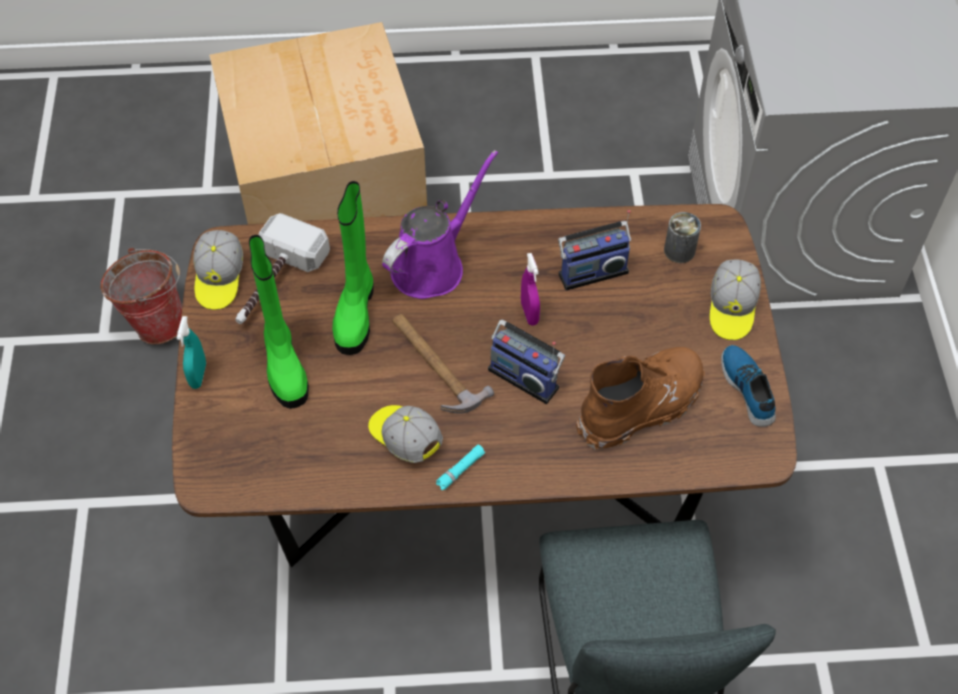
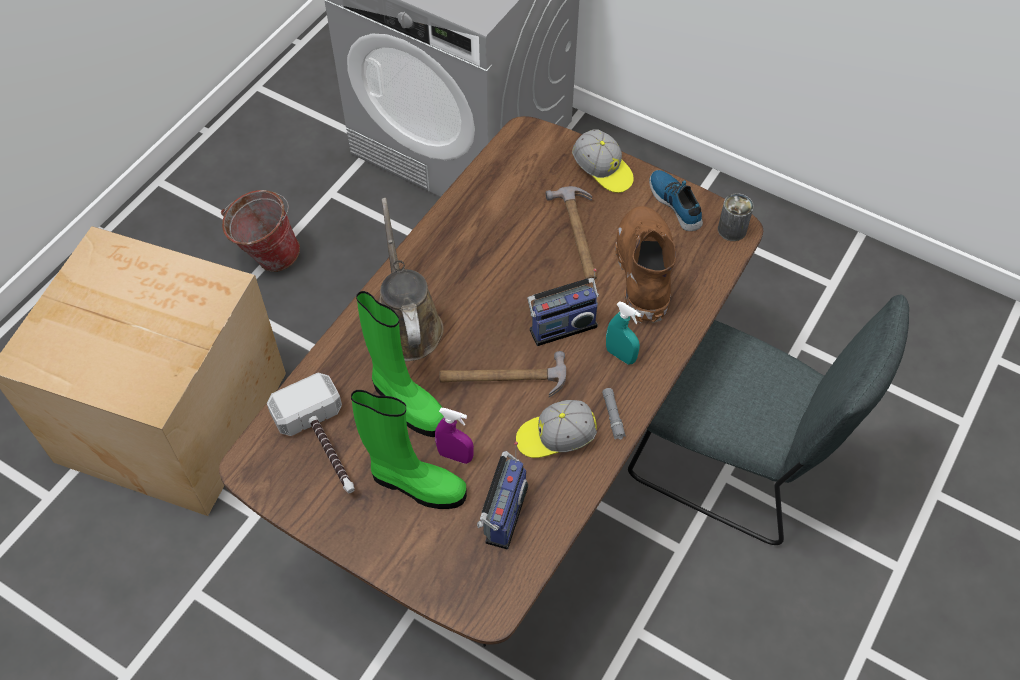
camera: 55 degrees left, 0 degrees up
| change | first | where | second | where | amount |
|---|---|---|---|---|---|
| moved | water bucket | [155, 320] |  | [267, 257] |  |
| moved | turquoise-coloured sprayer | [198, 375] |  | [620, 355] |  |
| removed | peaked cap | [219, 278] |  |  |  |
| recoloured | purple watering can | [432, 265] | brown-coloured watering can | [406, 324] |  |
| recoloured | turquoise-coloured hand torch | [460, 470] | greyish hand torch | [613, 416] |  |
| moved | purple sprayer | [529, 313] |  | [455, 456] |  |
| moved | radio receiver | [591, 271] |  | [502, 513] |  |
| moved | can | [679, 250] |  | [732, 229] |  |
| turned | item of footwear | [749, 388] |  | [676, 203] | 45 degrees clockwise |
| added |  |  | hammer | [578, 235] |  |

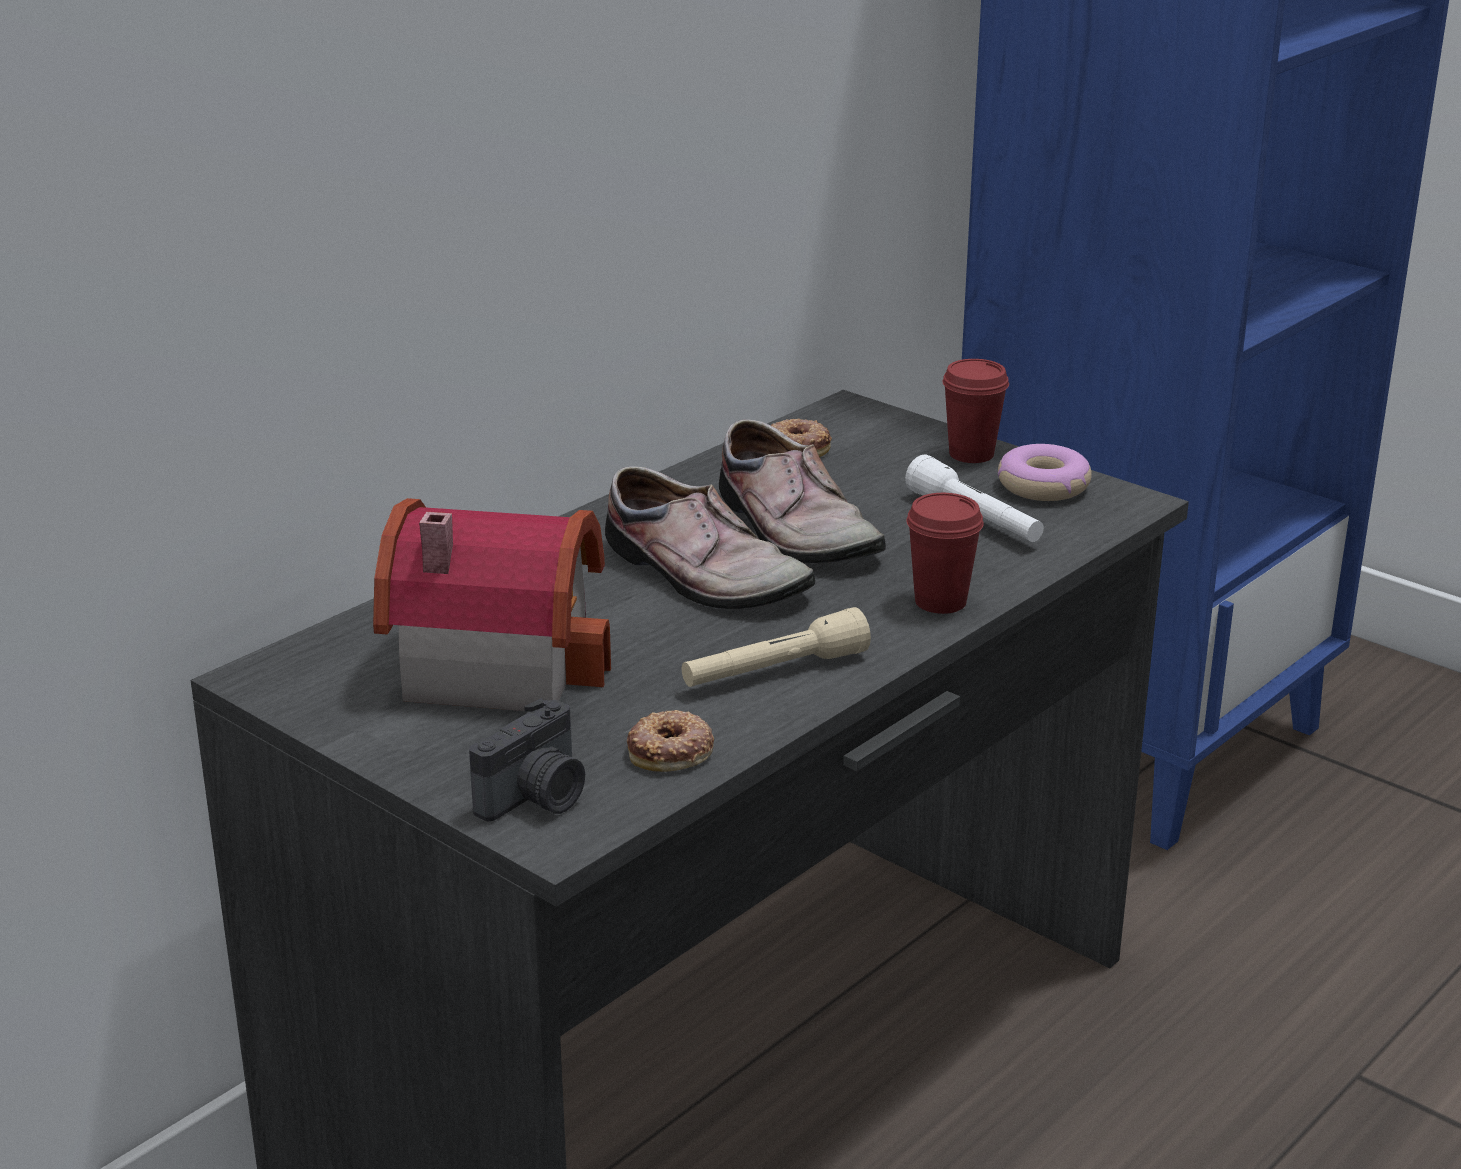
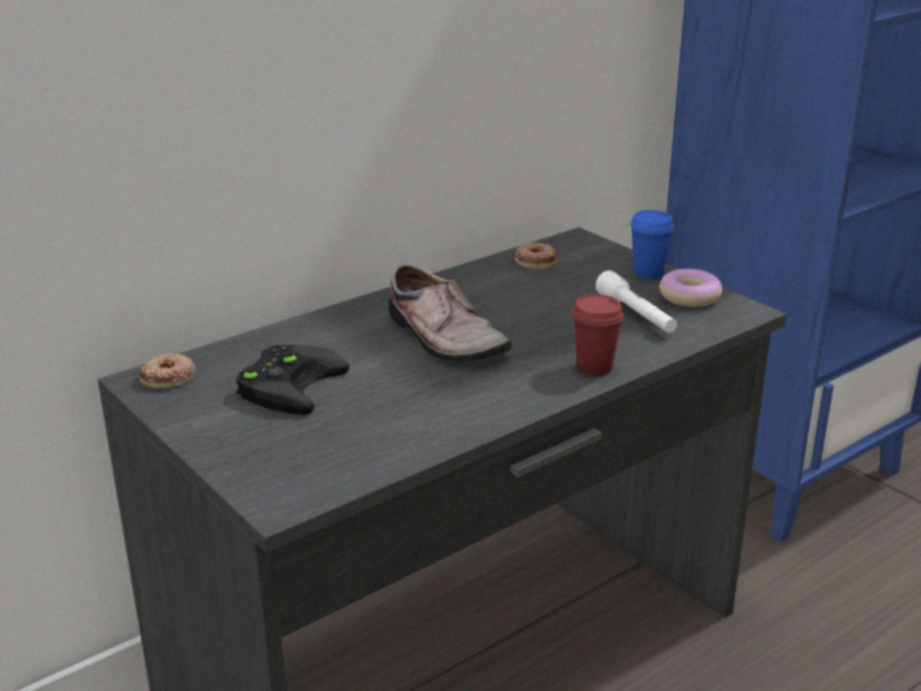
camera: 10 degrees right, 0 degrees up
| change | first | where | second | where | amount |
|---|---|---|---|---|---|
| replaced | toy house | [495, 662] | blackish gamepad | [288, 383] |  |
| removed | still camera | [537, 798] |  |  |  |
| moved | doughnut | [671, 751] |  | [169, 377] |  |
| removed | sand-coloured hand torch | [774, 671] |  |  |  |
| removed | item of footwear | [790, 530] |  |  |  |
| recoloured | red-coloured small cup | [971, 454] | blue small cup | [648, 273] |  |

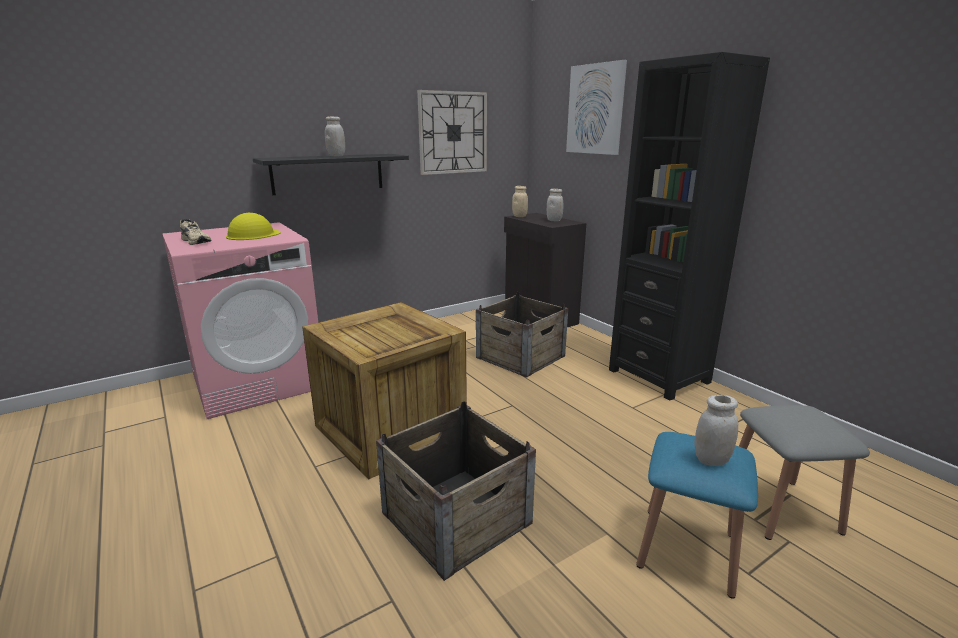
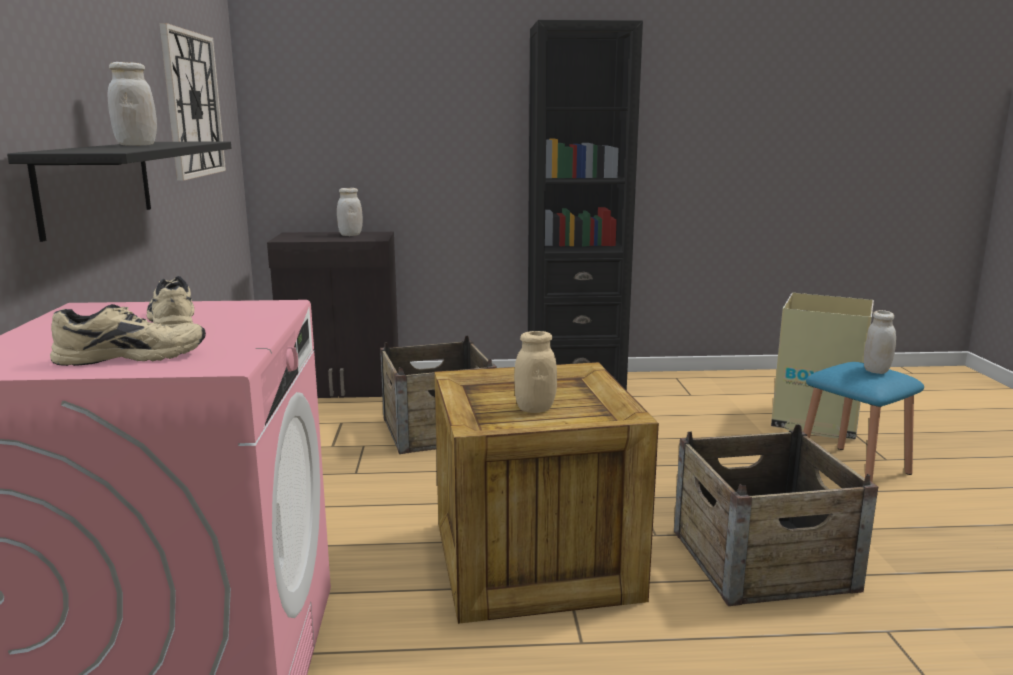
camera: 60 degrees left, 5 degrees down
| change | first | where | second | where | amount |
|---|---|---|---|---|---|
| replaced | yellow-coloured work helmet | [253, 235] | sand-coloured item of footwear | [170, 321] |  |
| moved | sand-coloured jar | [519, 216] |  | [535, 408] |  |
| removed | picture | [596, 109] |  |  |  |
| replaced | greyish sitting stool | [781, 508] | cardboard box | [815, 421] |  |

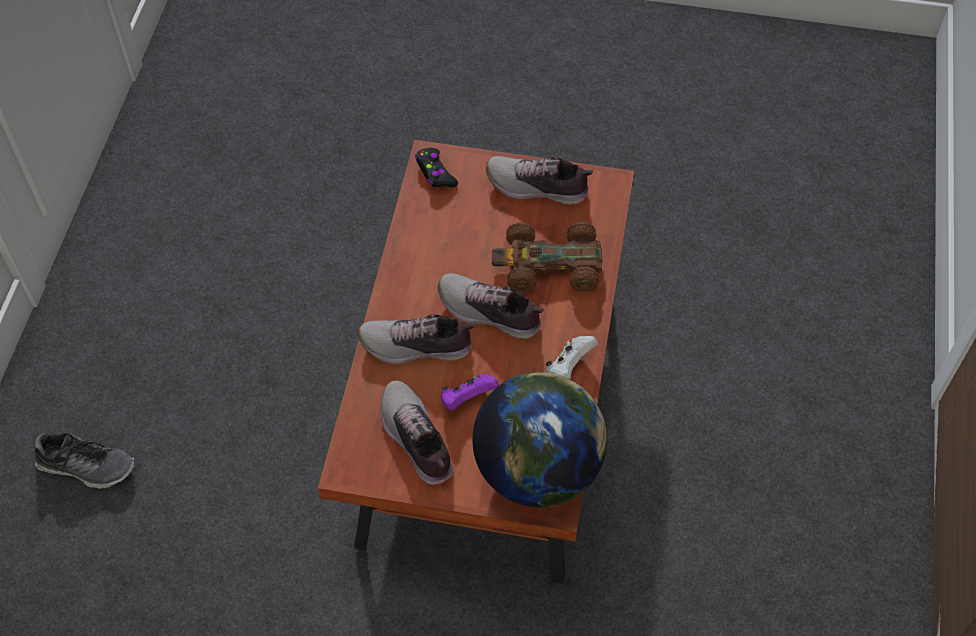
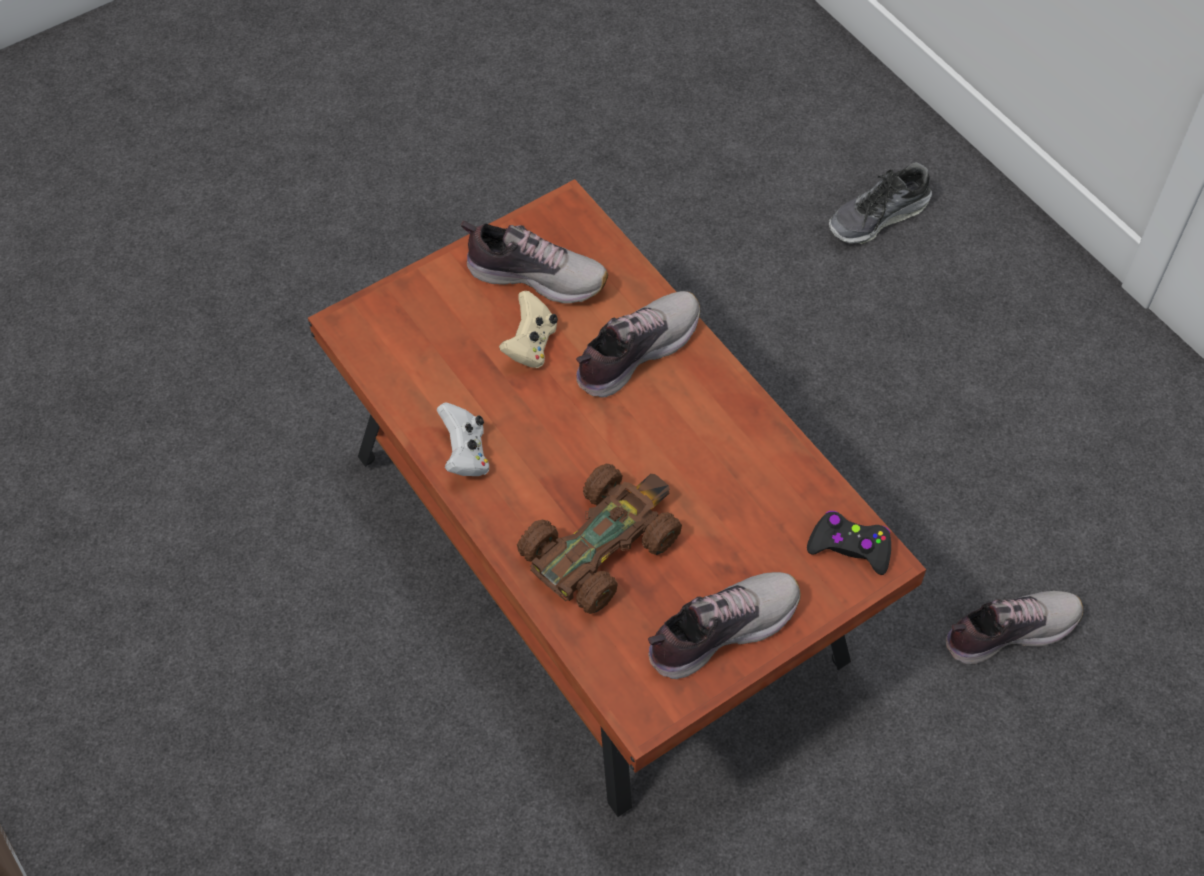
camera: 135 degrees right, 0 degrees up
| change | first | where | second | where | amount |
|---|---|---|---|---|---|
| moved | item of footwear | [489, 313] |  | [1008, 631] |  |
| recoloured | purple gamepad | [467, 399] | sand-coloured gamepad | [530, 345] |  |
| removed | world globe | [538, 468] |  |  |  |

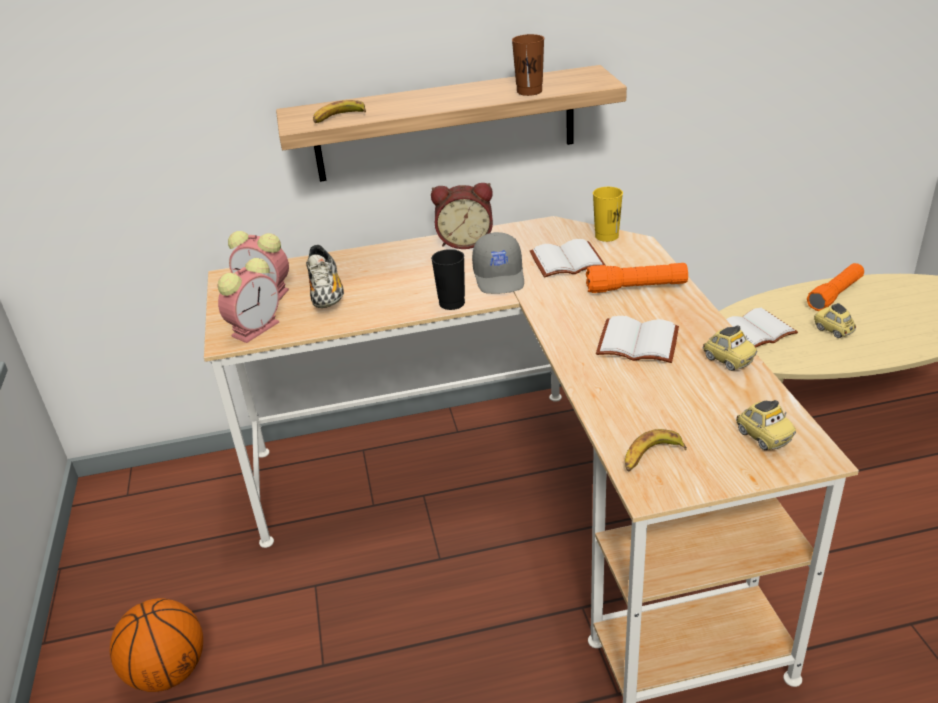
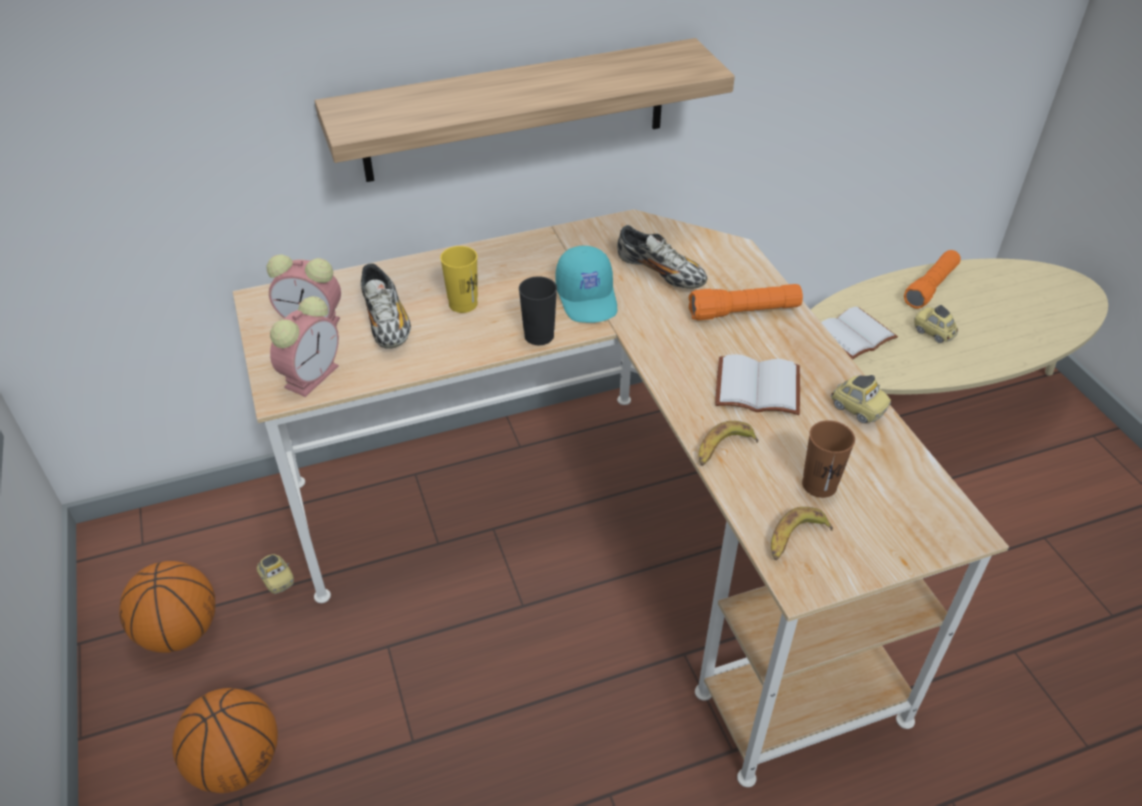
camera: 10 degrees left, 10 degrees up
| change | first | where | second | where | amount |
|---|---|---|---|---|---|
| moved | banana | [339, 118] |  | [723, 449] |  |
| removed | bedside clock | [465, 241] |  |  |  |
| recoloured | greyish peaked cap | [500, 277] | turquoise-coloured peaked cap | [588, 298] |  |
| moved | brown-coloured small cup | [529, 91] |  | [819, 485] |  |
| replaced | whitish volume | [567, 260] | item of footwear | [661, 273] |  |
| moved | yellow-coloured small cup | [606, 236] |  | [463, 304] |  |
| moved | toy car | [763, 437] |  | [277, 580] |  |
| added |  |  | ball for basketball | [180, 631] |  |

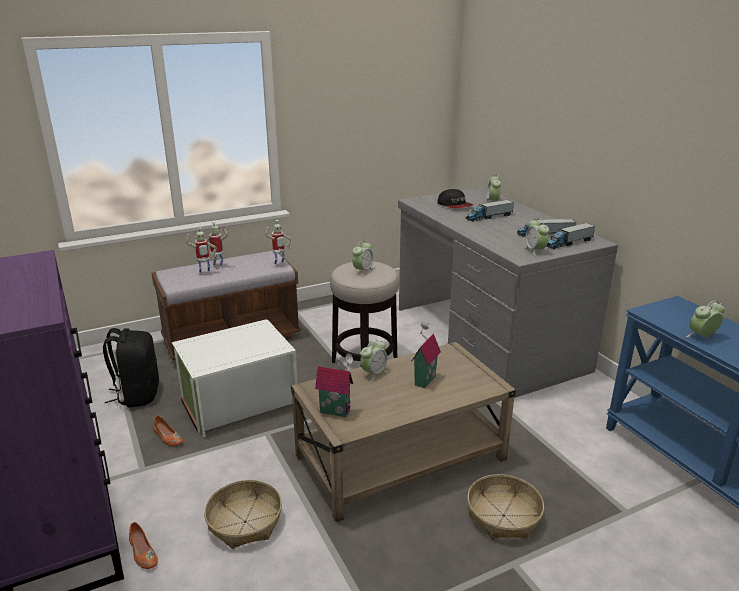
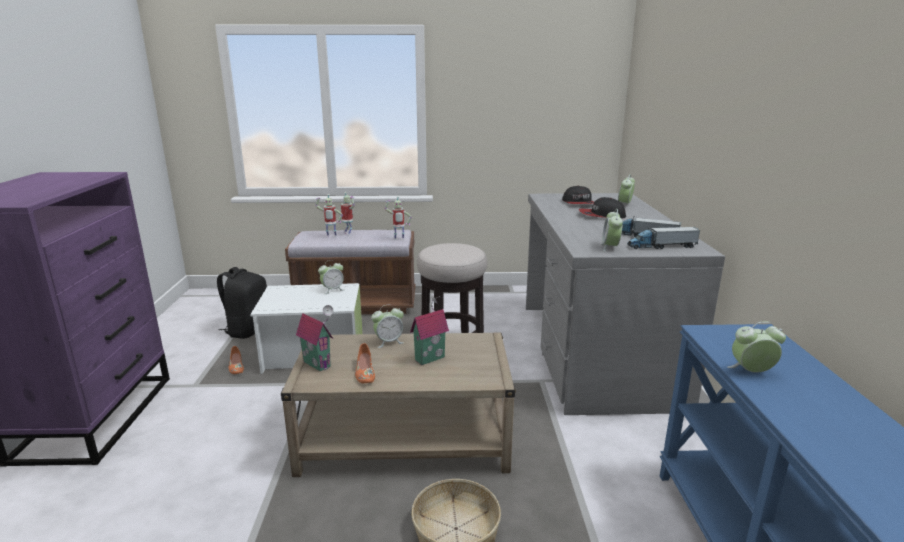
camera: 25 degrees right, 5 degrees down
| change | first | where | second | where | amount |
|---|---|---|---|---|---|
| moved | orange-coloured item of footwear | [142, 553] |  | [364, 372] |  |
| removed | household basket | [245, 521] |  |  |  |
| moved | bedside clock | [362, 271] |  | [332, 290] |  |
| replaced | toy truck | [489, 217] | peaked cap | [601, 215] |  |

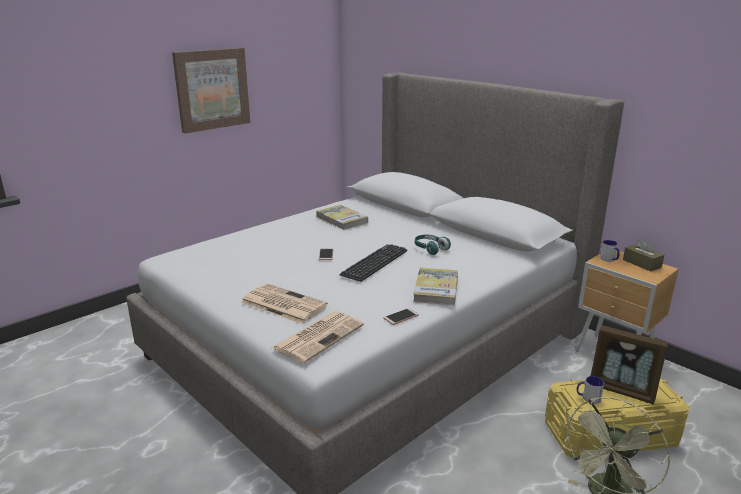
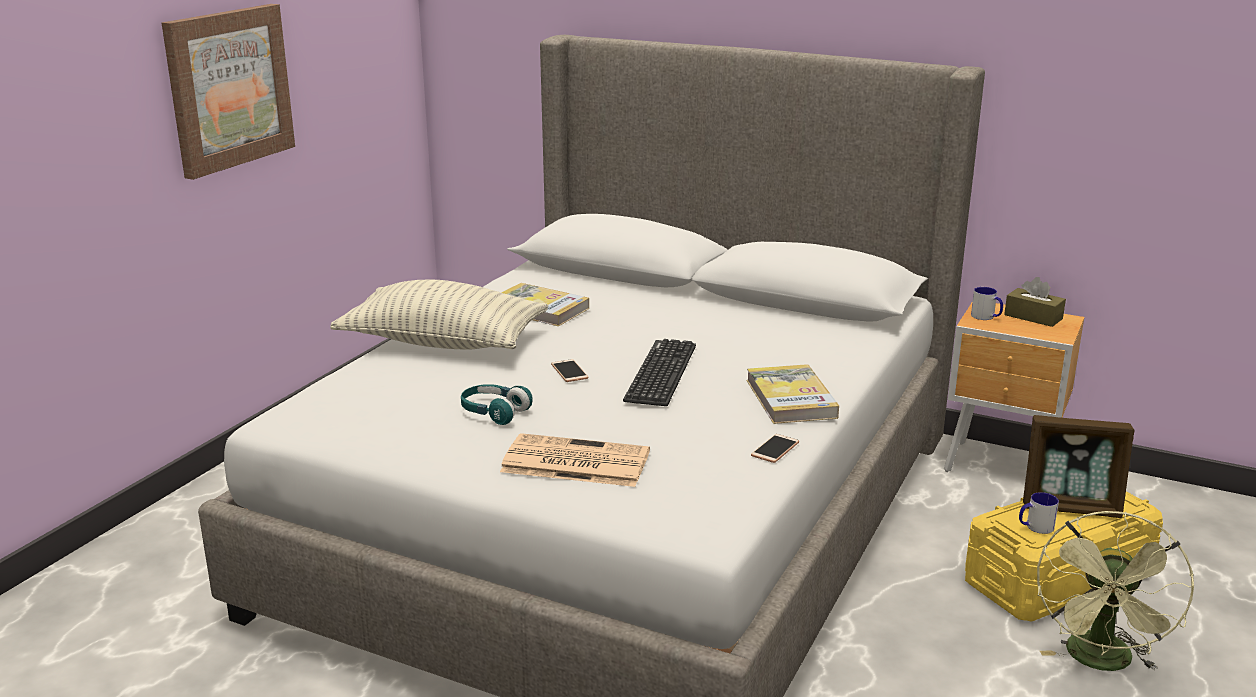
camera: 20 degrees left, 0 degrees up
| change | first | where | second | where | amount |
|---|---|---|---|---|---|
| removed | daily paper | [319, 336] |  |  |  |
| moved | turquoise-coloured headphones | [430, 249] |  | [494, 413] |  |
| added |  |  | cushion | [443, 343] |  |

